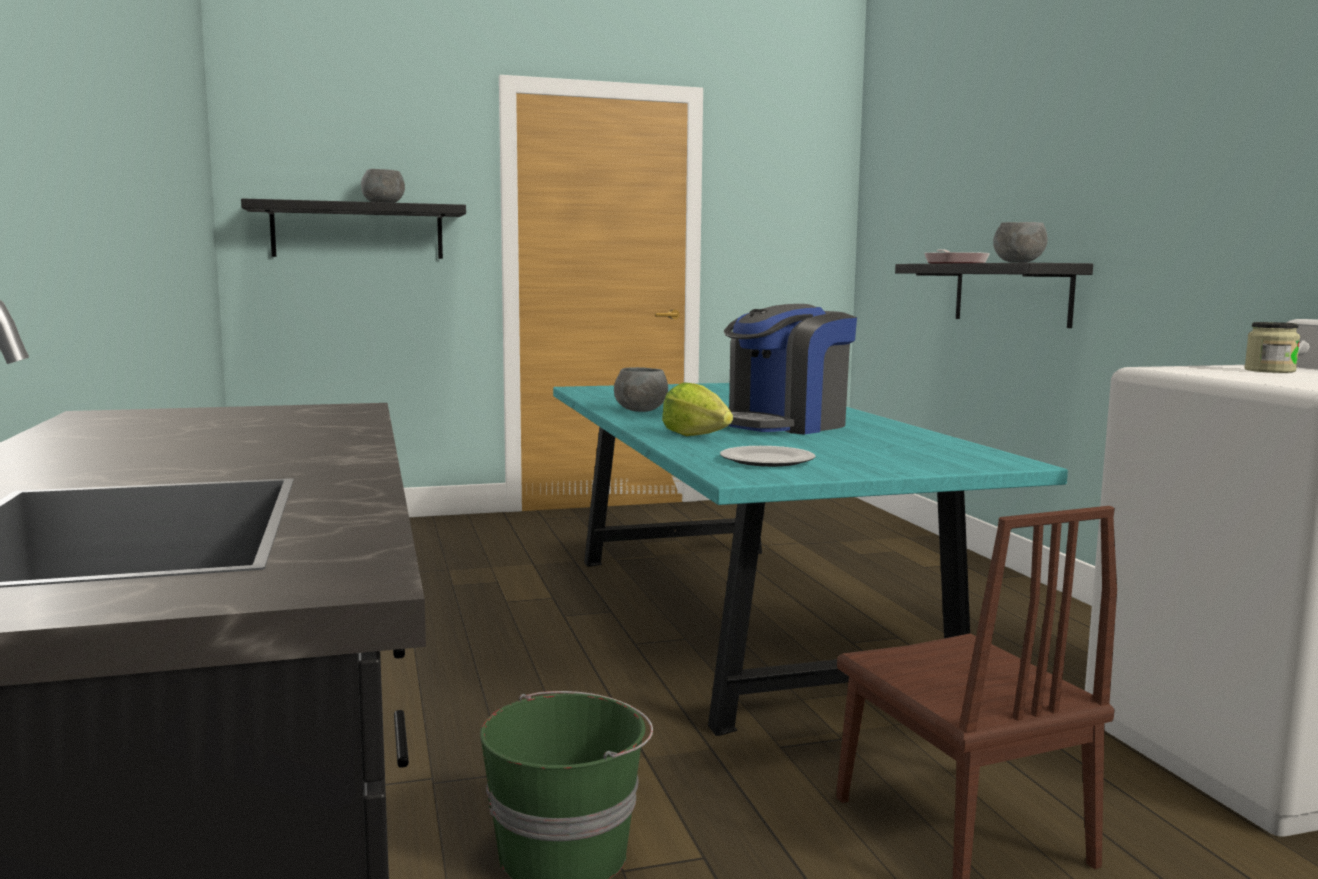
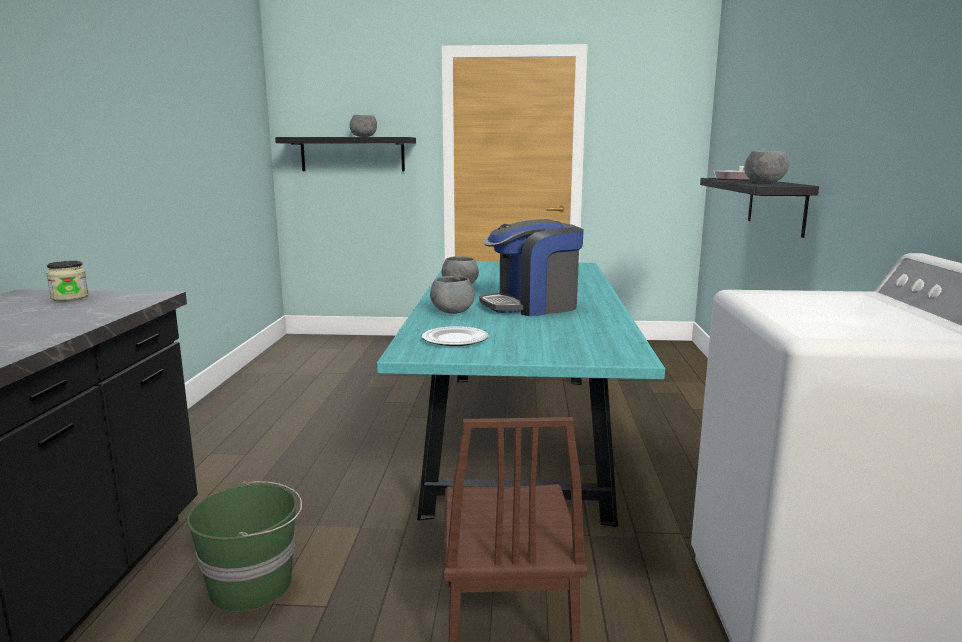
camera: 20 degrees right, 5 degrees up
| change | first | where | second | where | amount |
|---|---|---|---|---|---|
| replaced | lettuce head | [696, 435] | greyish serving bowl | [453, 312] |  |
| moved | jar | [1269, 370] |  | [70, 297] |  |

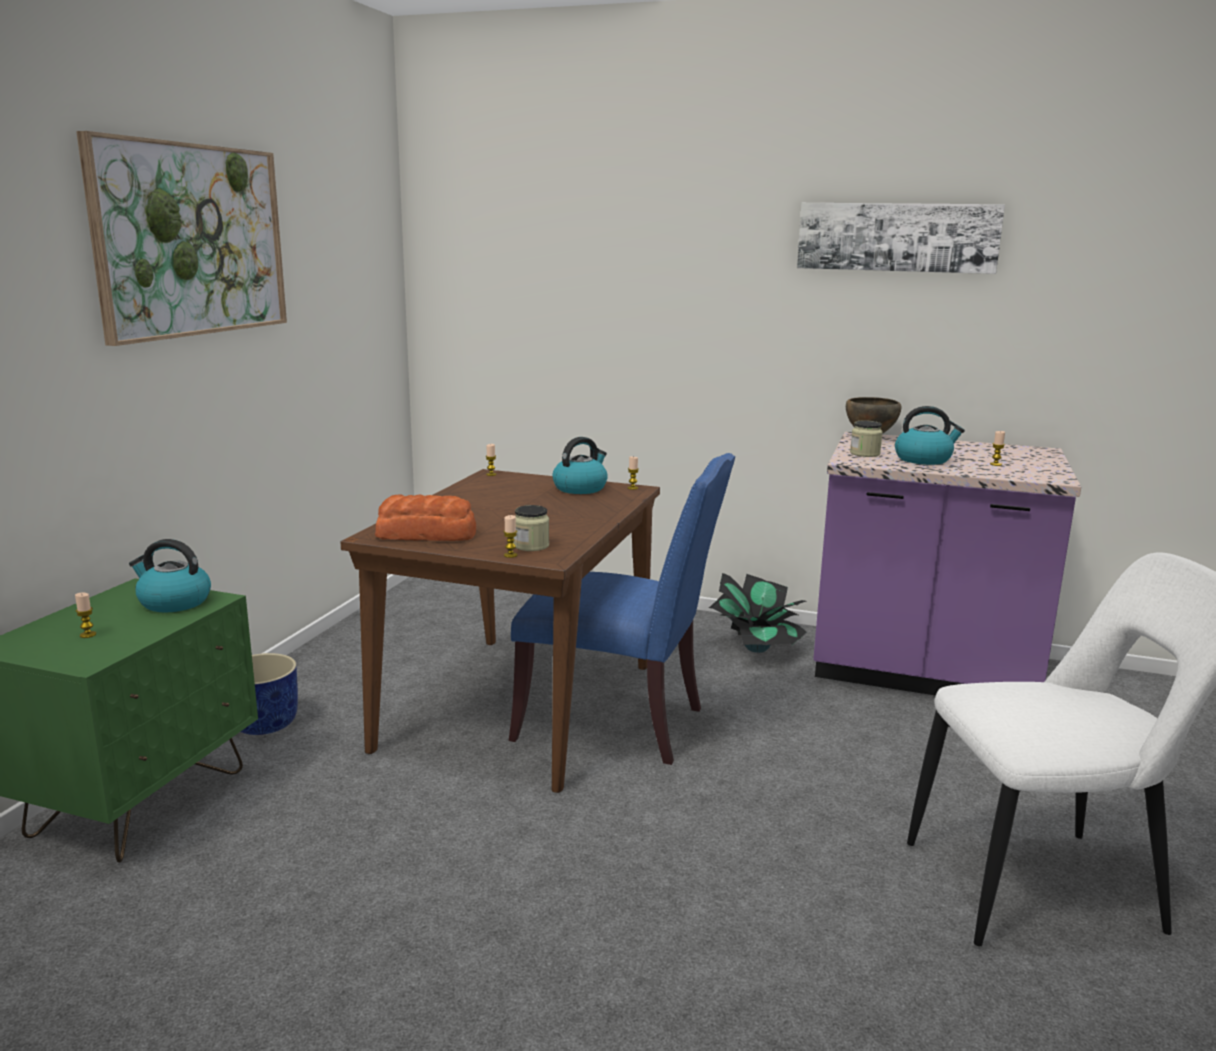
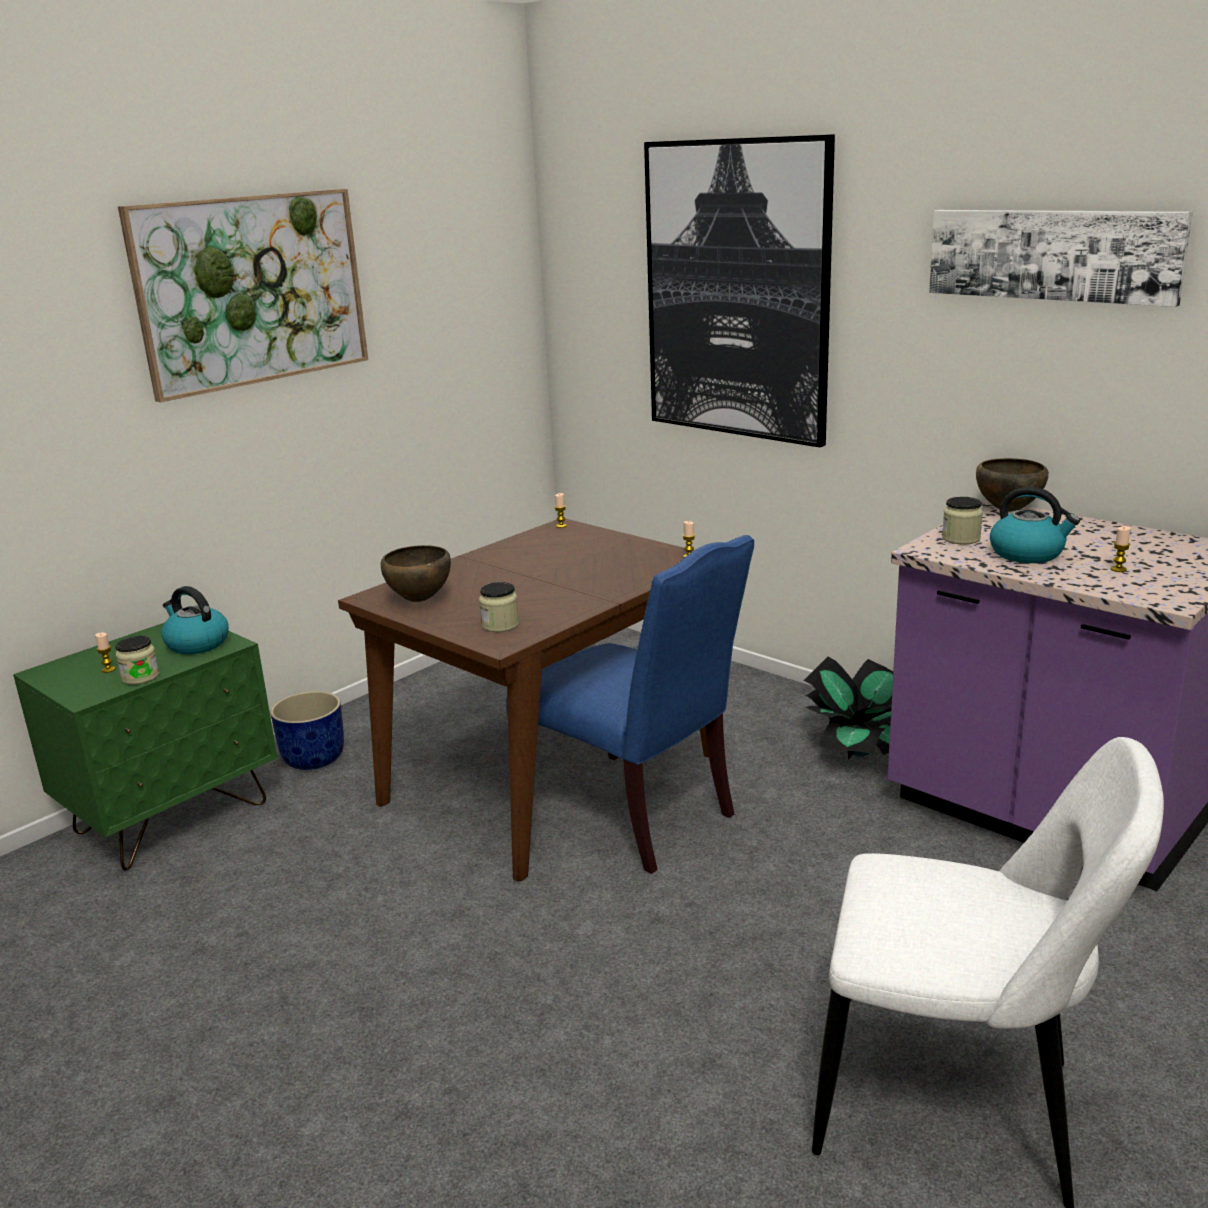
camera: 25 degrees right, 5 degrees up
| change | first | where | second | where | amount |
|---|---|---|---|---|---|
| replaced | bread | [427, 534] | brown-coloured serving bowl | [419, 600] |  |
| removed | candle | [510, 555] |  |  |  |
| removed | kettle | [580, 488] |  |  |  |
| added |  |  | jar | [140, 677] |  |
| added |  |  | picture | [737, 291] |  |

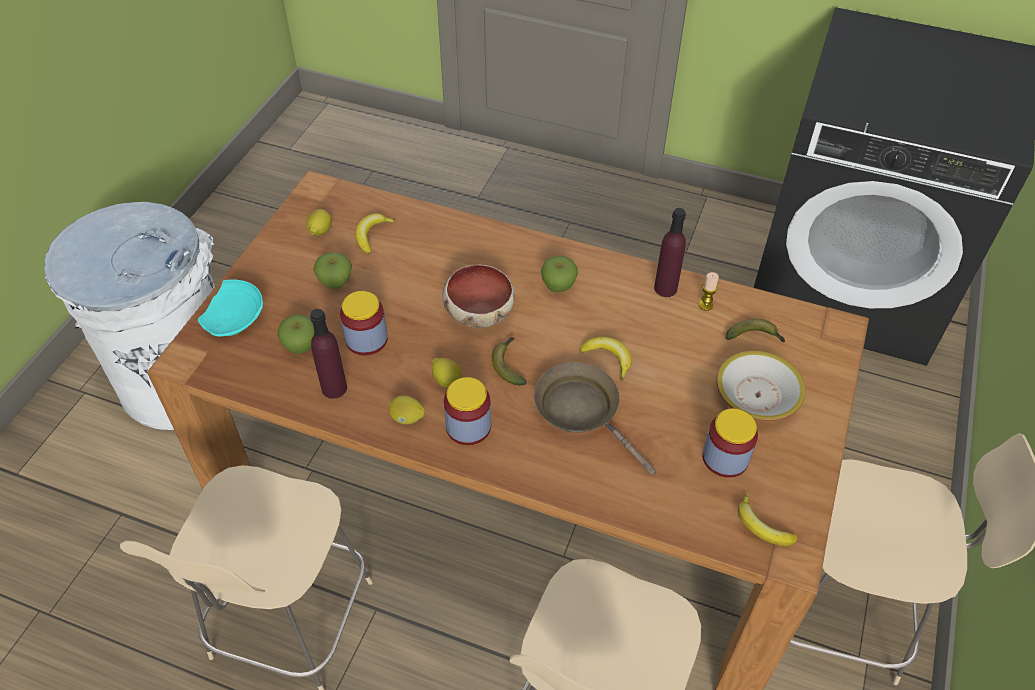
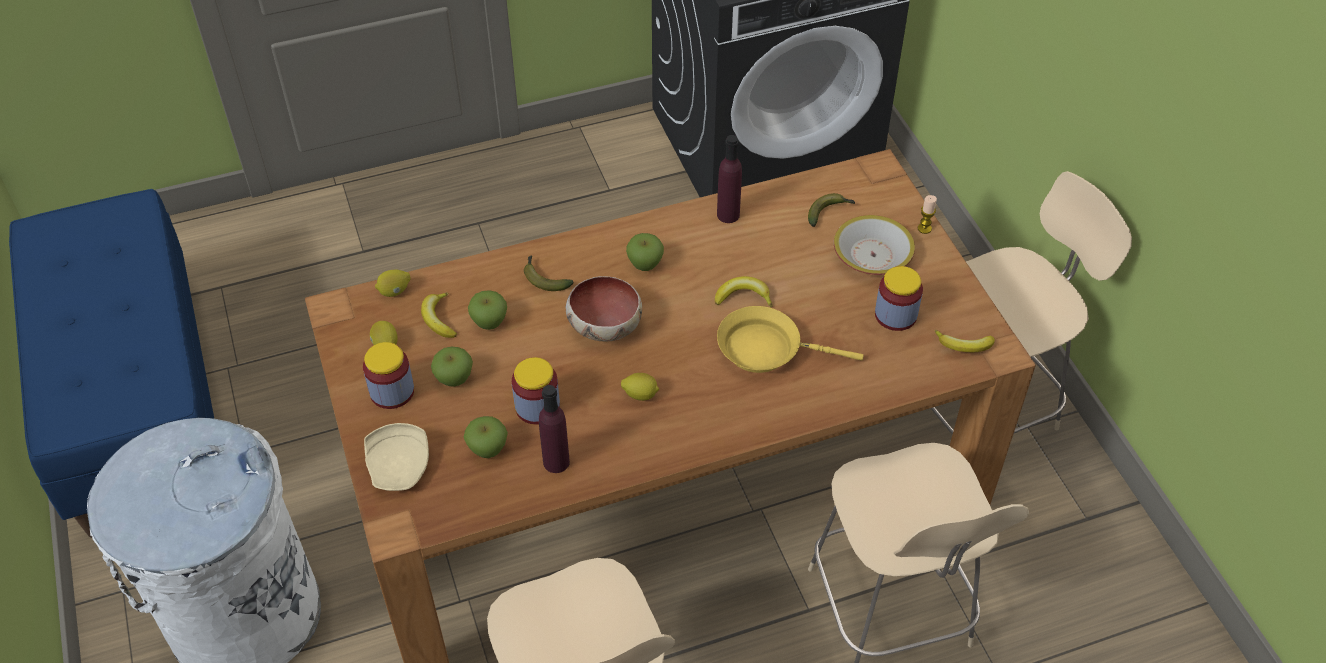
camera: 40 degrees left, 0 degrees up
| change | first | where | second | where | amount |
|---|---|---|---|---|---|
| recoloured | turquoise-coloured dinner plate | [235, 319] | sand-coloured dinner plate | [400, 467] |  |
| moved | citrus fruit | [407, 418] |  | [394, 291] |  |
| moved | jar | [468, 427] |  | [392, 391] |  |
| moved | banana | [509, 364] |  | [544, 278] |  |
| recoloured | brown-coloured skillet | [582, 412] | yellow-coloured skillet | [766, 349] |  |
| moved | candle | [705, 305] |  | [924, 228] |  |
| added |  |  | blue bench | [138, 403] |  |
| added |  |  | whole apple | [489, 322] |  |

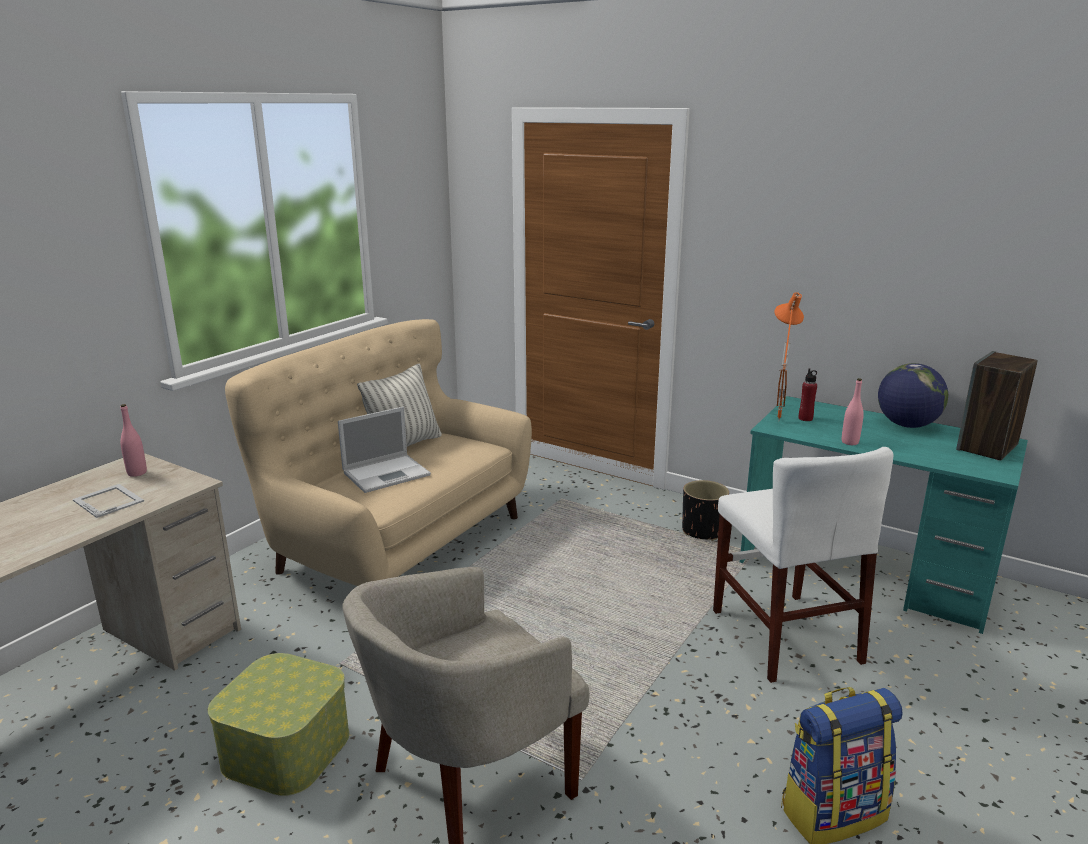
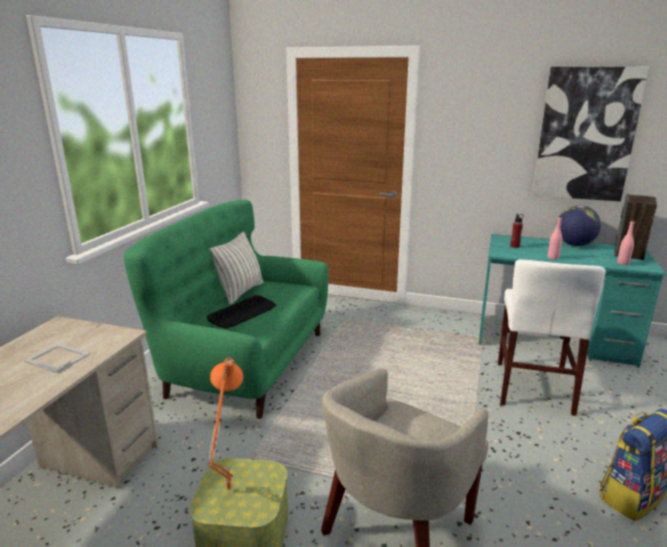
camera: 15 degrees left, 0 degrees up
| change | first | where | second | where | amount |
|---|---|---|---|---|---|
| moved | pinkish drink bottle | [137, 473] |  | [623, 263] |  |
| recoloured | sand-coloured sofa | [399, 541] | green-coloured sofa | [245, 361] |  |
| replaced | notebook computer | [387, 473] | keyboard | [242, 312] |  |
| removed | blackish plant pot | [703, 531] |  |  |  |
| turned | whitish upright chair | [784, 635] |  | [533, 387] | 45 degrees clockwise |
| moved | orange-coloured lamp for a table | [776, 420] |  | [227, 490] |  |
| added |  |  | picture | [585, 135] |  |

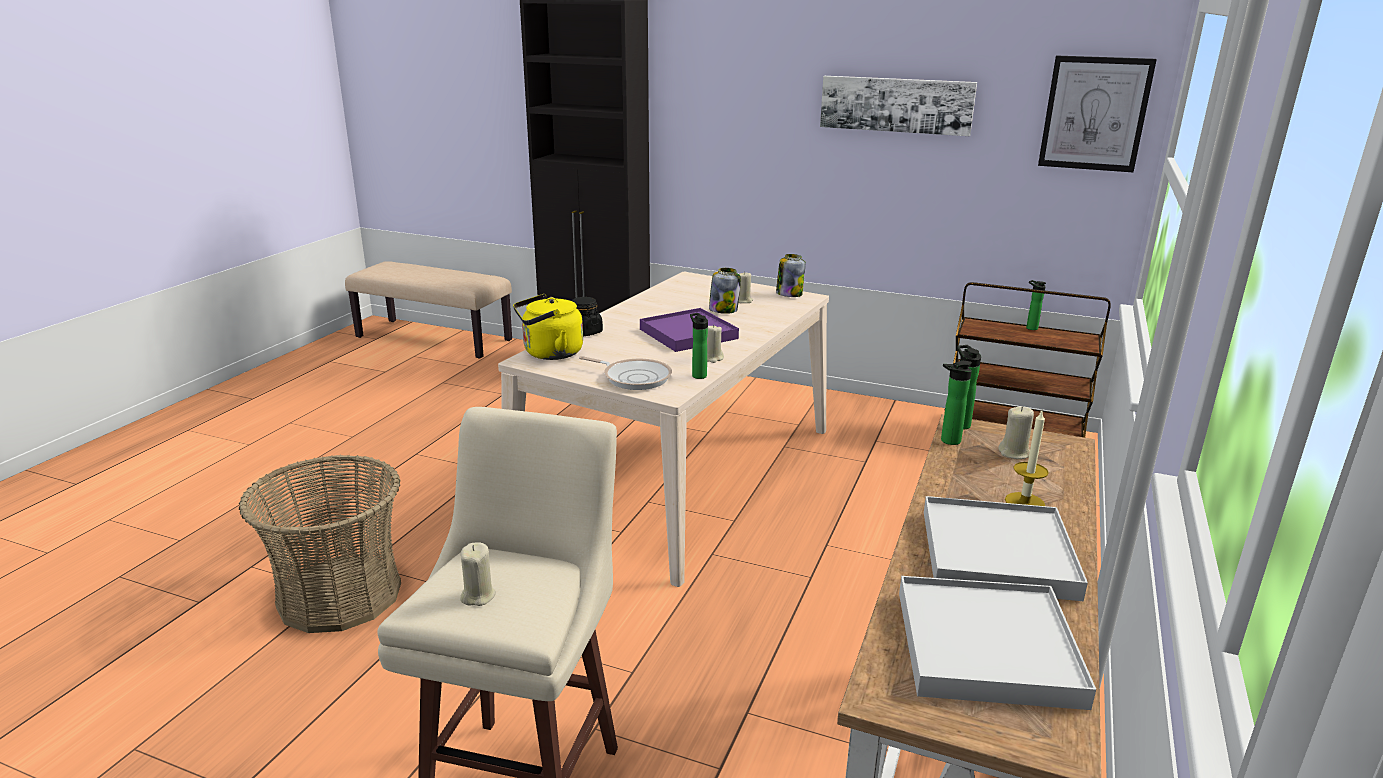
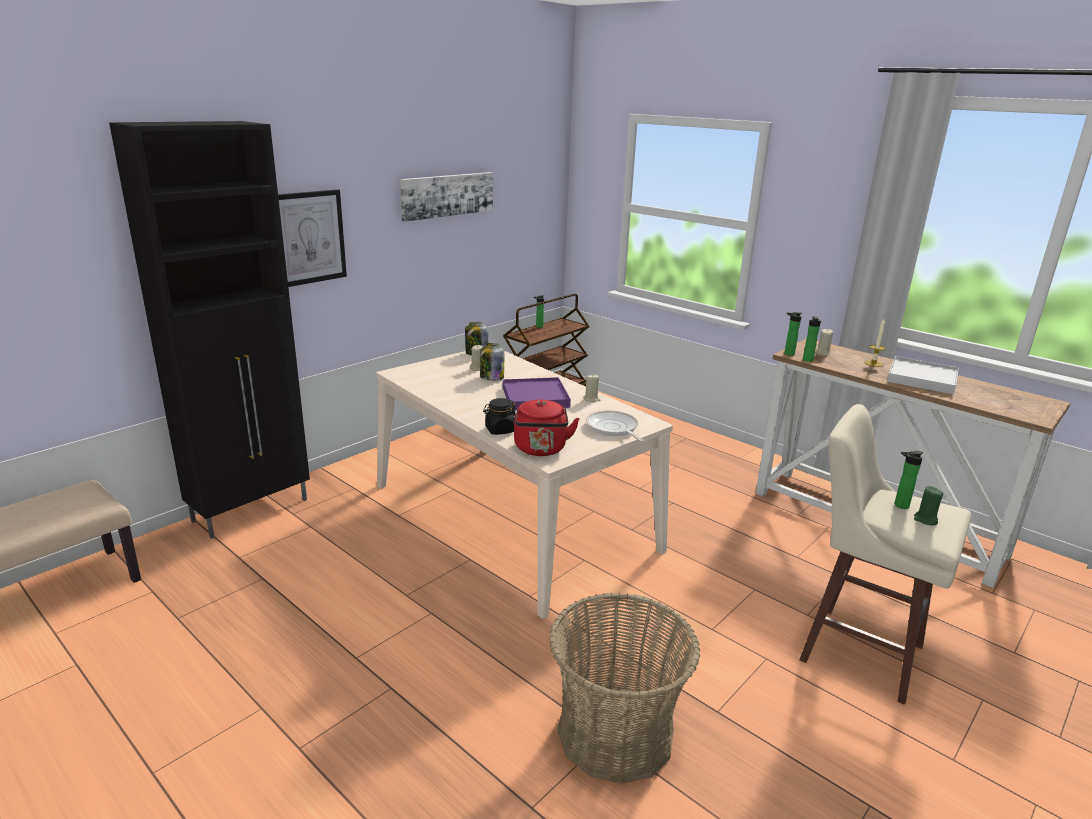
camera: 70 degrees left, 0 degrees up
| change | first | where | second | where | amount |
|---|---|---|---|---|---|
| recoloured | sand-coloured candle | [478, 595] | green-coloured candle | [925, 520] |  |
| recoloured | yellow-coloured kettle | [549, 353] | red-coloured kettle | [541, 450] |  |
| turned | skillet | [634, 378] |  | [613, 428] | 75 degrees counterclockwise |
| moved | drink bottle | [698, 375] |  | [899, 505] |  |
| removed | whitish carrying tray | [987, 647] |  |  |  |
| moved | picture | [1094, 114] |  | [309, 237] |  |

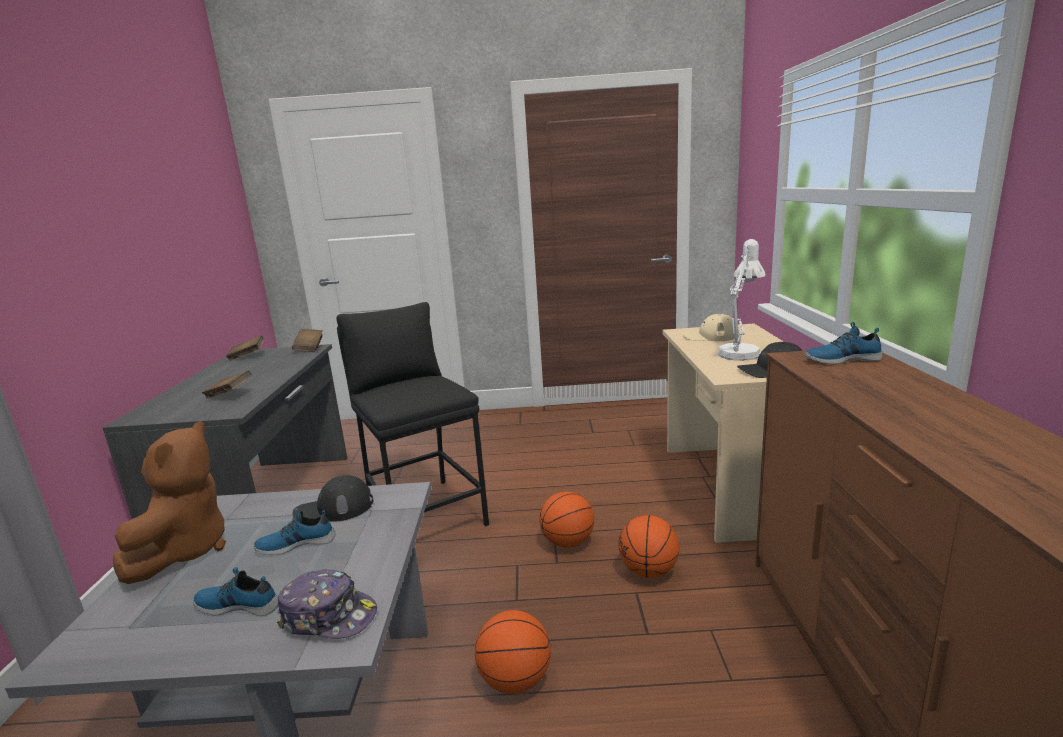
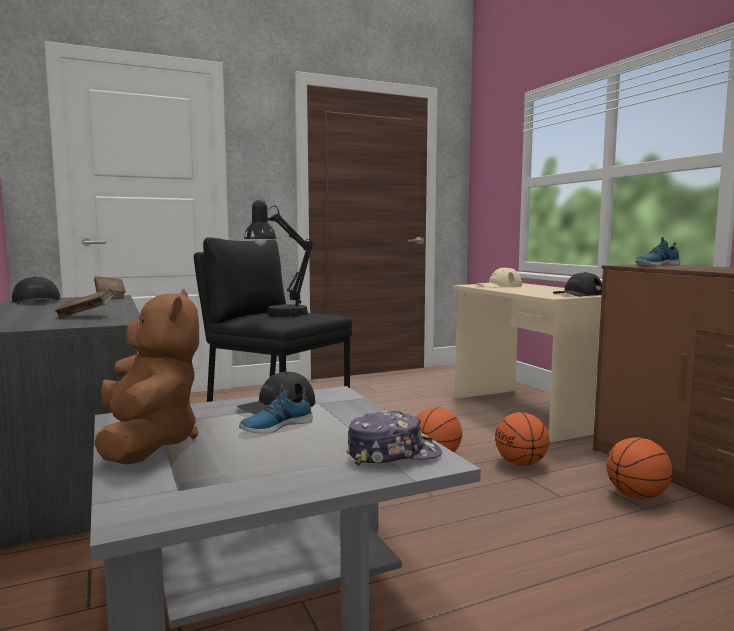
camera: 25 degrees left, 10 degrees down
| change | first | where | second | where | amount |
|---|---|---|---|---|---|
| removed | item of footwear | [239, 604] |  |  |  |
| replaced | brown-coloured volume | [247, 356] | blackish peaked cap | [37, 301] |  |
| moved | ball for basketball | [514, 680] |  | [636, 496] |  |
| removed | whitish lamp for a table | [740, 352] |  |  |  |
| added |  |  | blackish lamp for a table | [280, 314] |  |

